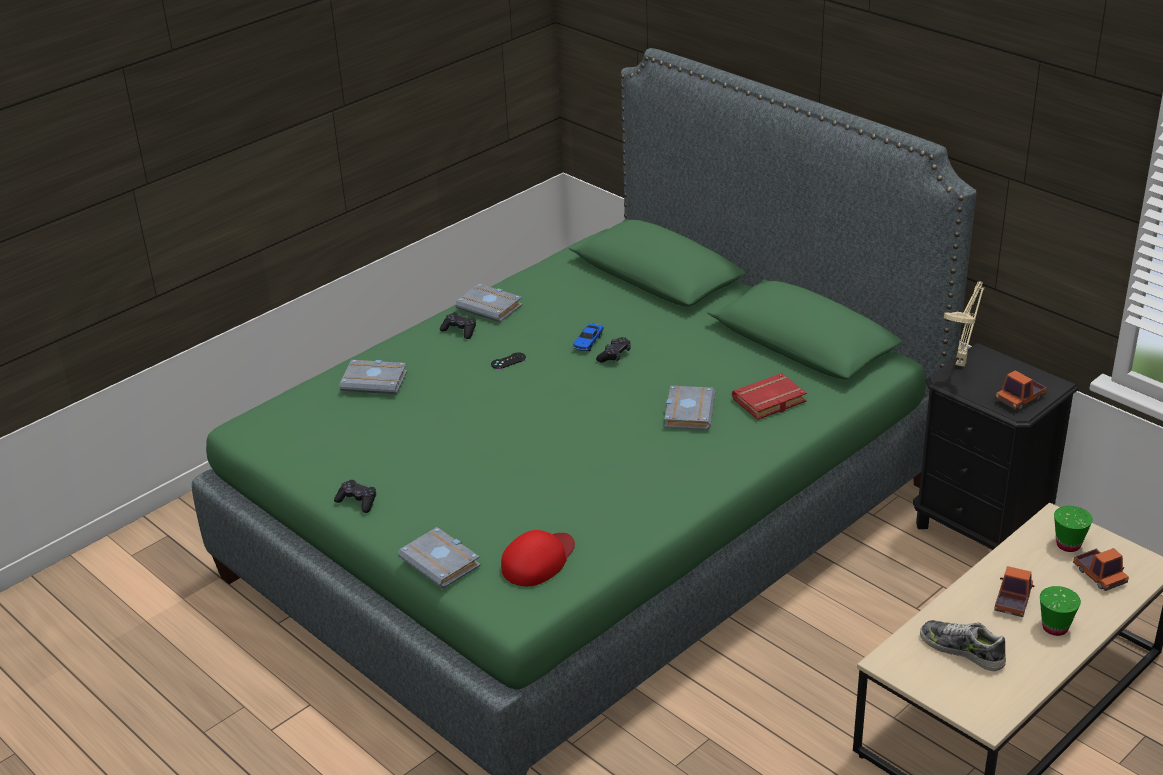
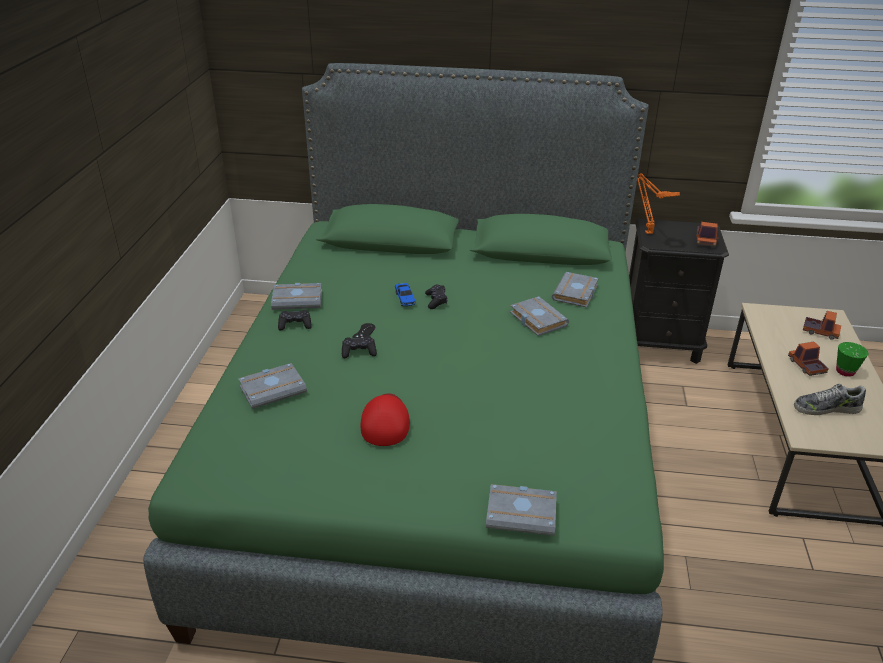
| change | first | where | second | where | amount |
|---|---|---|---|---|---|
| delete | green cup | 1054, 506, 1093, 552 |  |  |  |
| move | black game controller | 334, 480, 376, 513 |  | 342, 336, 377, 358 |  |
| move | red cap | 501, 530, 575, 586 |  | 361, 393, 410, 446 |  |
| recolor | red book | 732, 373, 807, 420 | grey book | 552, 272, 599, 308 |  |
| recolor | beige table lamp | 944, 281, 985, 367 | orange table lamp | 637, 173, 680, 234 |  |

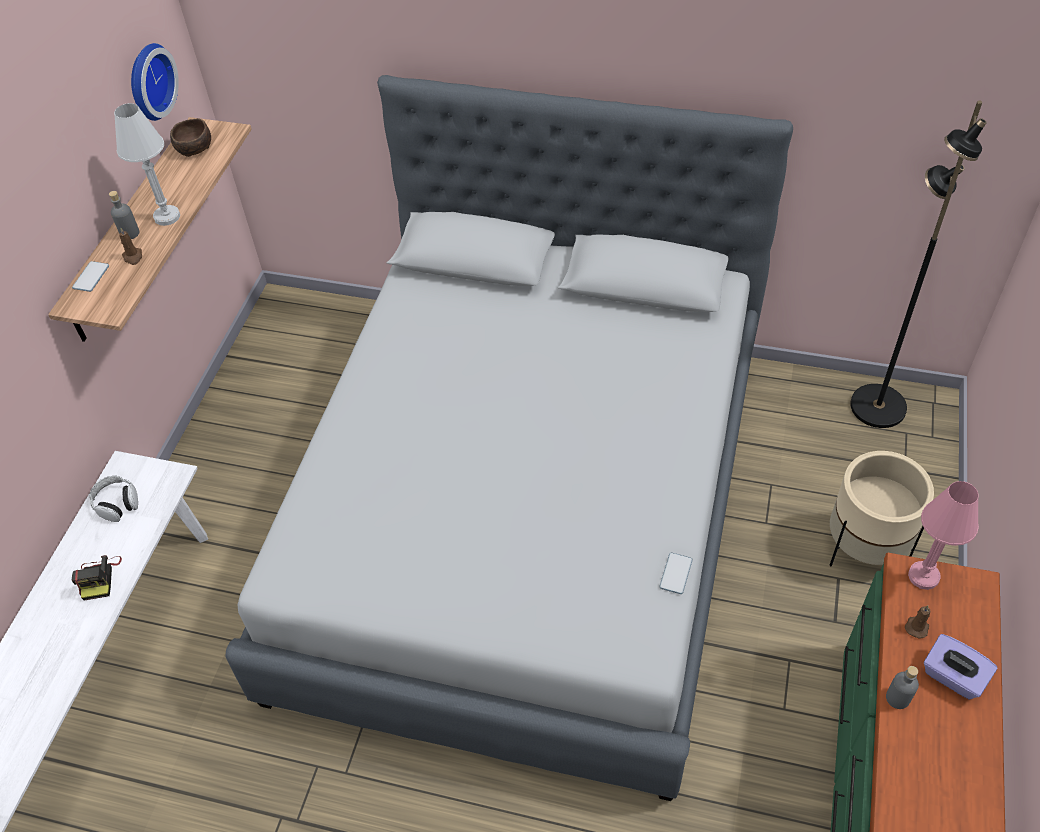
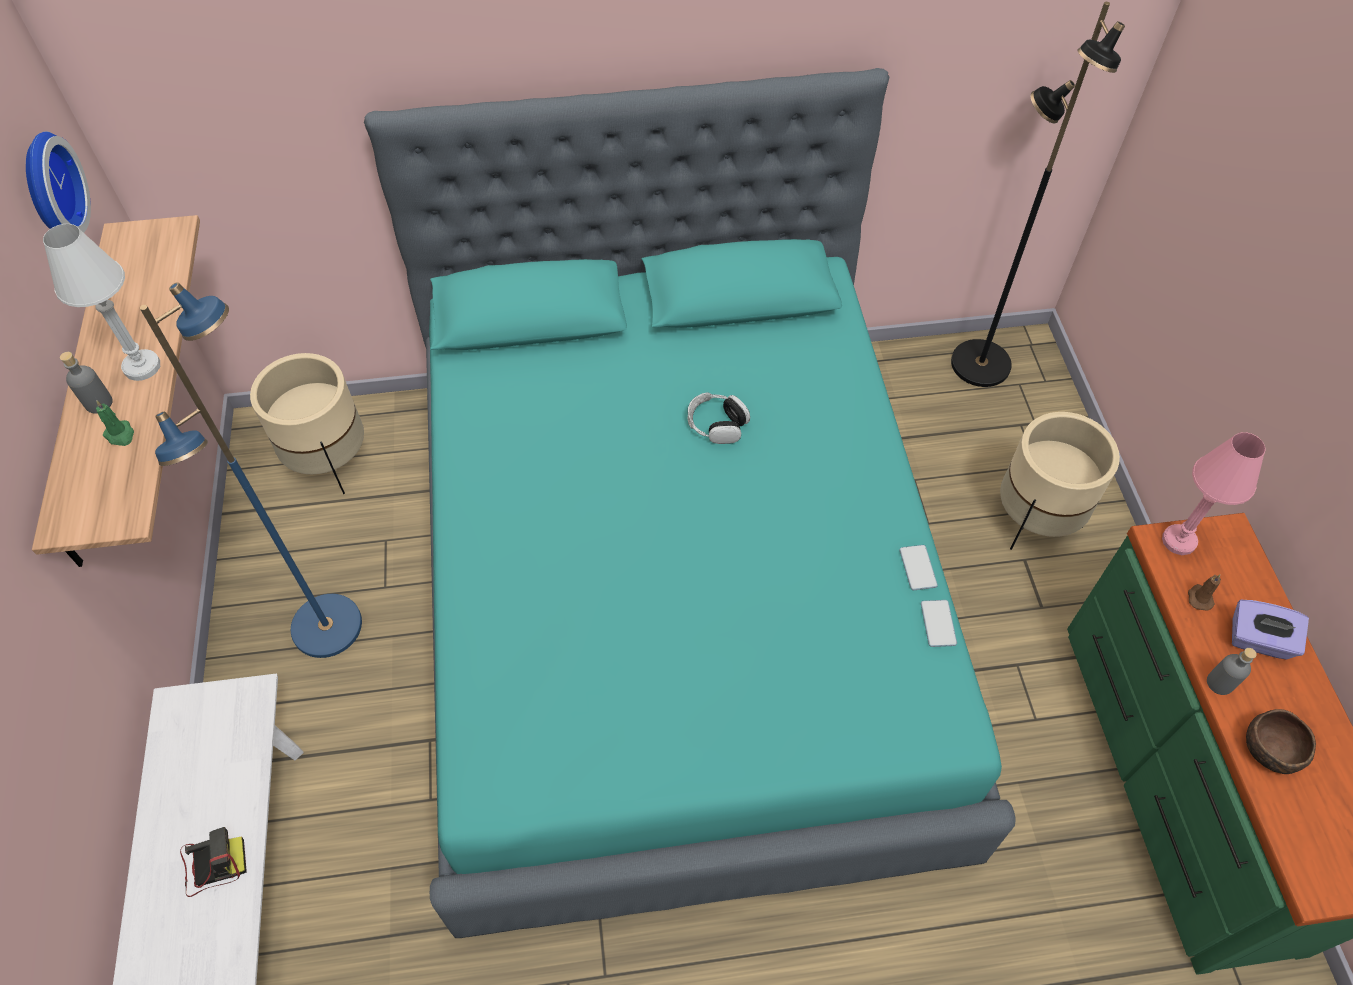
| change | first | where | second | where | amount |
|---|---|---|---|---|---|
| insert |  |  | blue floor lamp | 140, 282, 362, 658 |  |
| insert |  |  | beige planter | 250, 353, 364, 494 |  |
| move | phone | 72, 261, 109, 292 |  | 899, 545, 938, 590 |  |
| move | headphones | 89, 476, 138, 522 |  | 688, 392, 750, 444 |  |
| move | brown bowl | 170, 118, 211, 157 |  | 1246, 709, 1316, 774 |  |
| recolor | brown candle | 119, 227, 142, 265 | green candle | 96, 400, 134, 446 |  |
| recolor | grey bed | 226, 75, 793, 801 | turquoise bed | 364, 68, 1016, 938 |  |
| rotate | photo camera | 71, 555, 122, 600 |  | 180, 827, 247, 897 | 75 degrees counterclockwise |

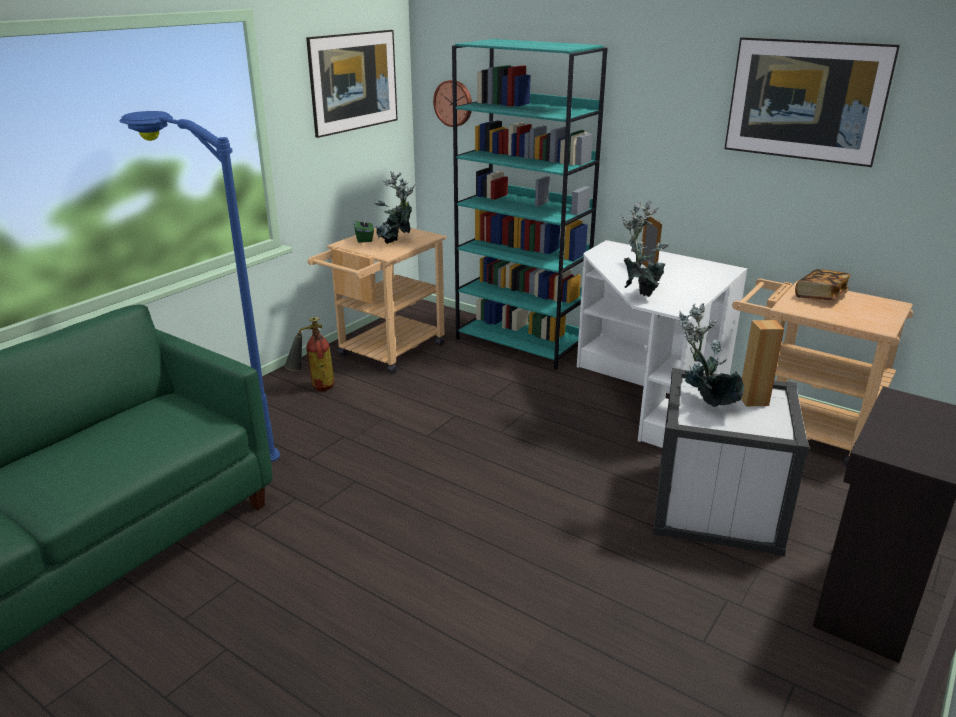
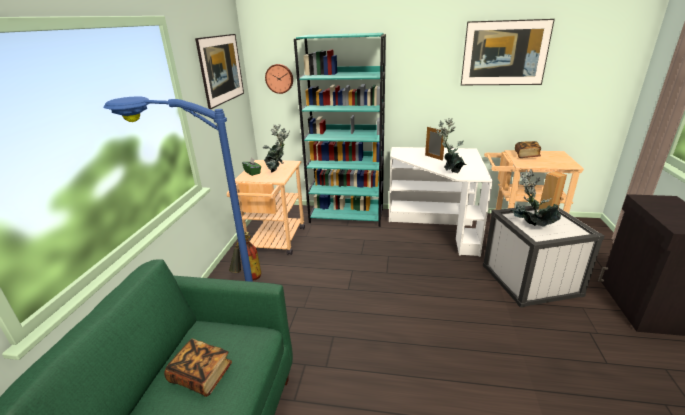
| change | first | where | second | where | amount |
|---|---|---|---|---|---|
| insert |  |  | book | 164, 339, 232, 397 |  |

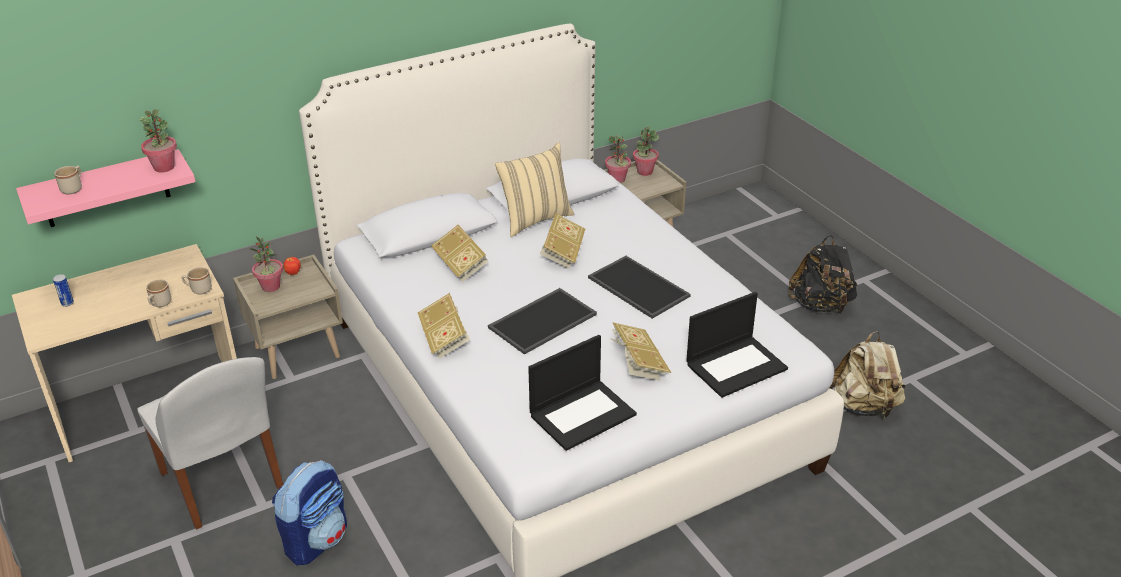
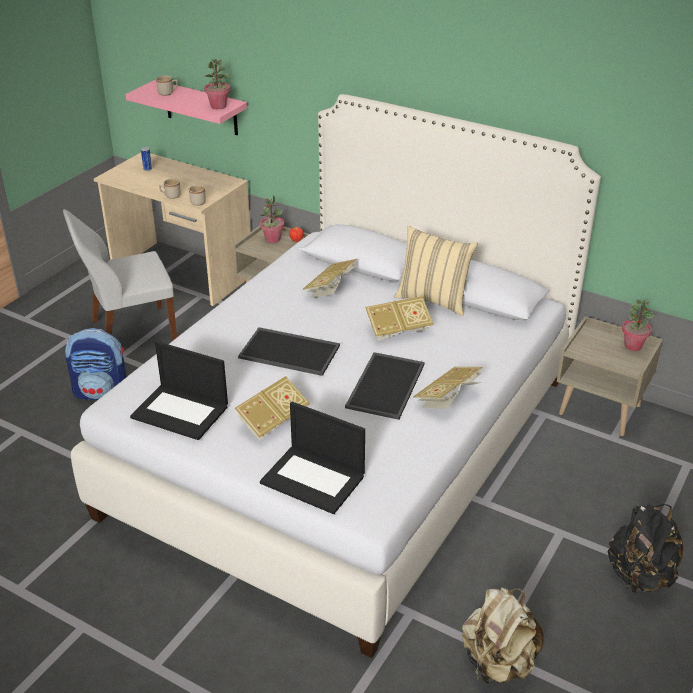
| change | first | where | second | where | amount |
|---|---|---|---|---|---|
| delete | potted plant | 605, 135, 631, 183 |  |  |  |
| move | book | 418, 293, 471, 359 |  | 413, 367, 483, 409 |  |
| rotate | white chair | 137, 357, 283, 529 |  | 63, 209, 177, 341 | 45 degrees clockwise |

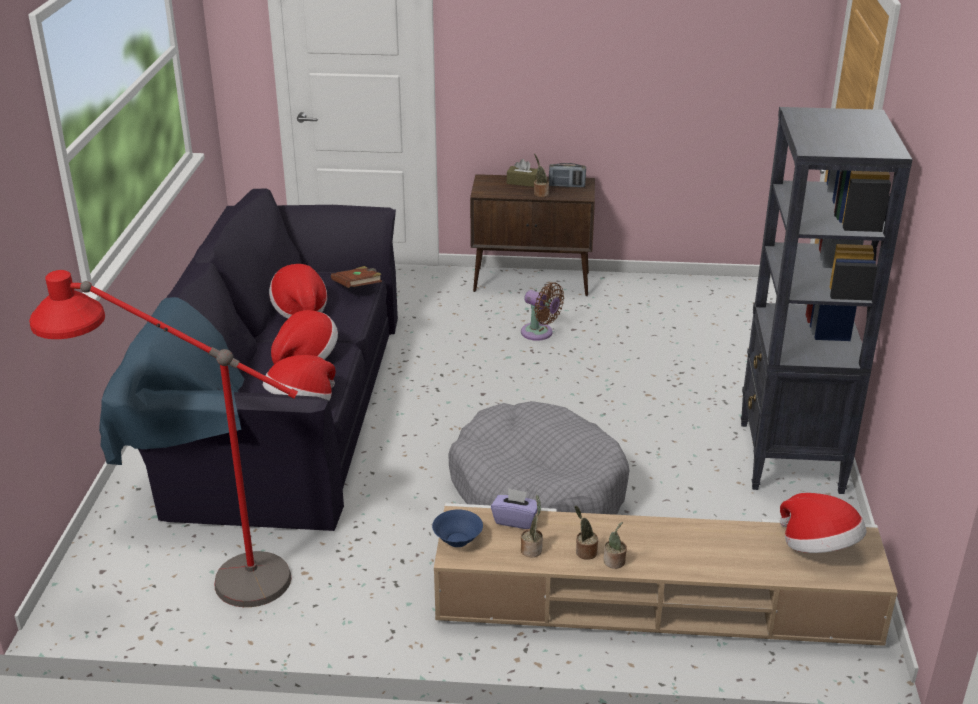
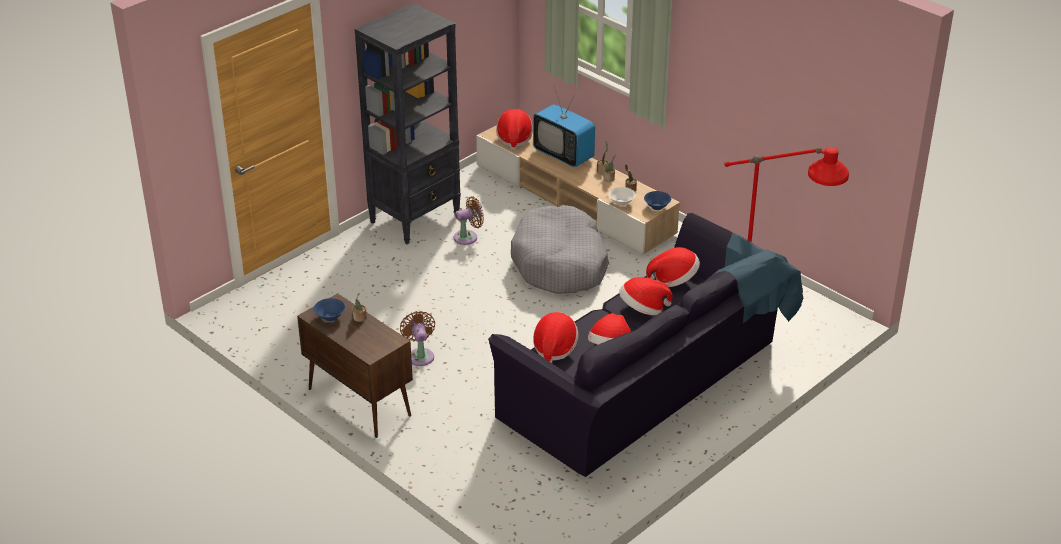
| change | first | where | second | where | amount |
|---|---|---|---|---|---|
| delete | brown tissue box | 507, 159, 537, 187 |  |  |  |
| insert |  |  | brown fan | 454, 196, 484, 245 |  |
| insert |  |  | television | 533, 87, 595, 167 |  |
| replace | brown book | 331, 266, 382, 288 | hat | 533, 312, 578, 363 |  |
| replace | purple tissue box | 491, 488, 538, 529 | white bowl | 608, 187, 636, 206 |  |
| replace | radio | 549, 163, 586, 188 | blue bowl | 314, 298, 345, 321 |  |

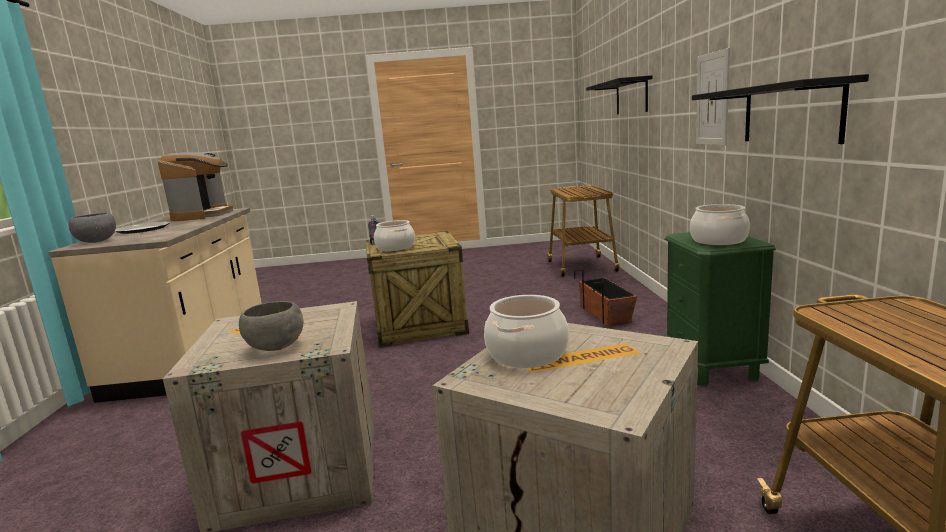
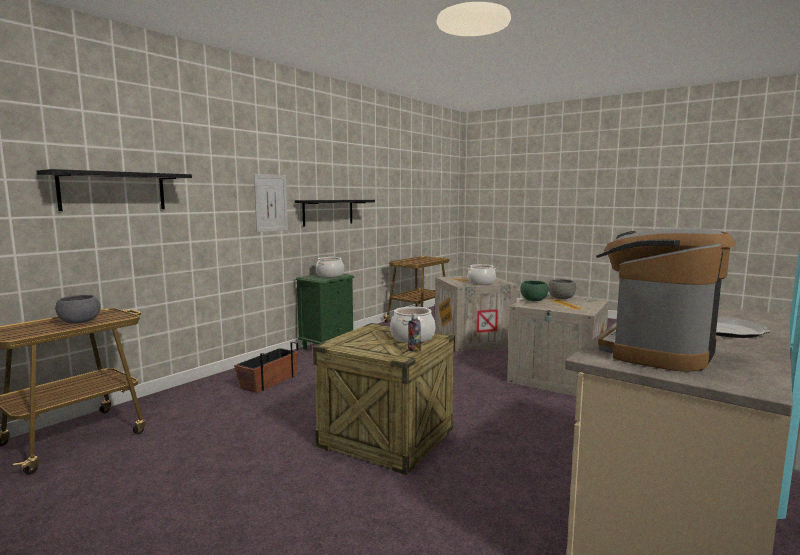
| change | first | where | second | where | amount |
|---|---|---|---|---|---|
| insert |  |  | green bowl | 521, 281, 548, 301 |  |
| move | grey bowl | 69, 213, 116, 243 |  | 55, 295, 100, 324 |  |

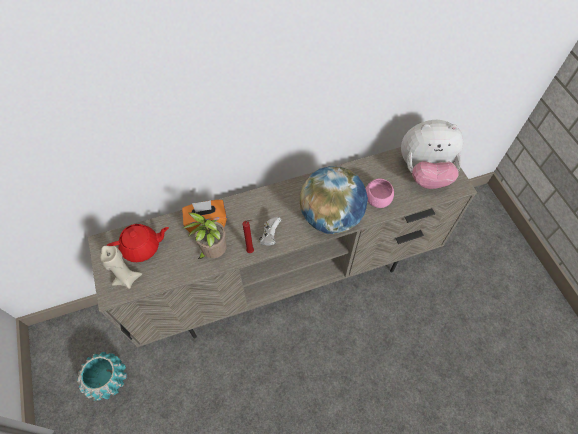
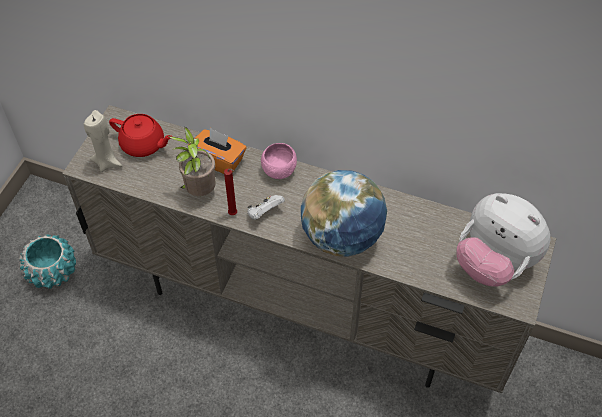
| change | first | where | second | where | amount |
|---|---|---|---|---|---|
| move | pink bowl | 366, 178, 394, 208 |  | 261, 143, 297, 179 |  |

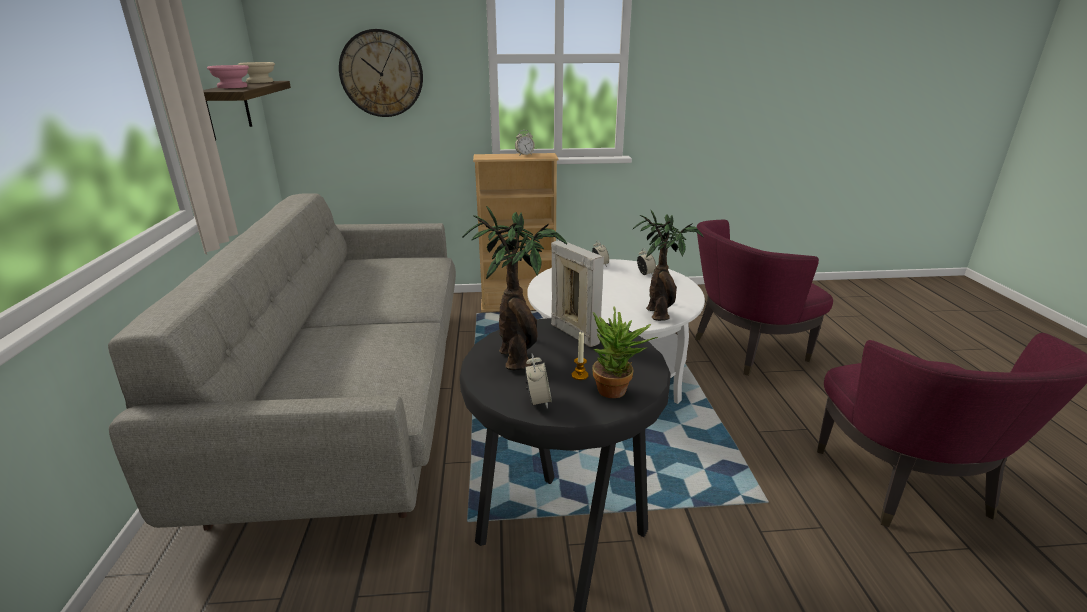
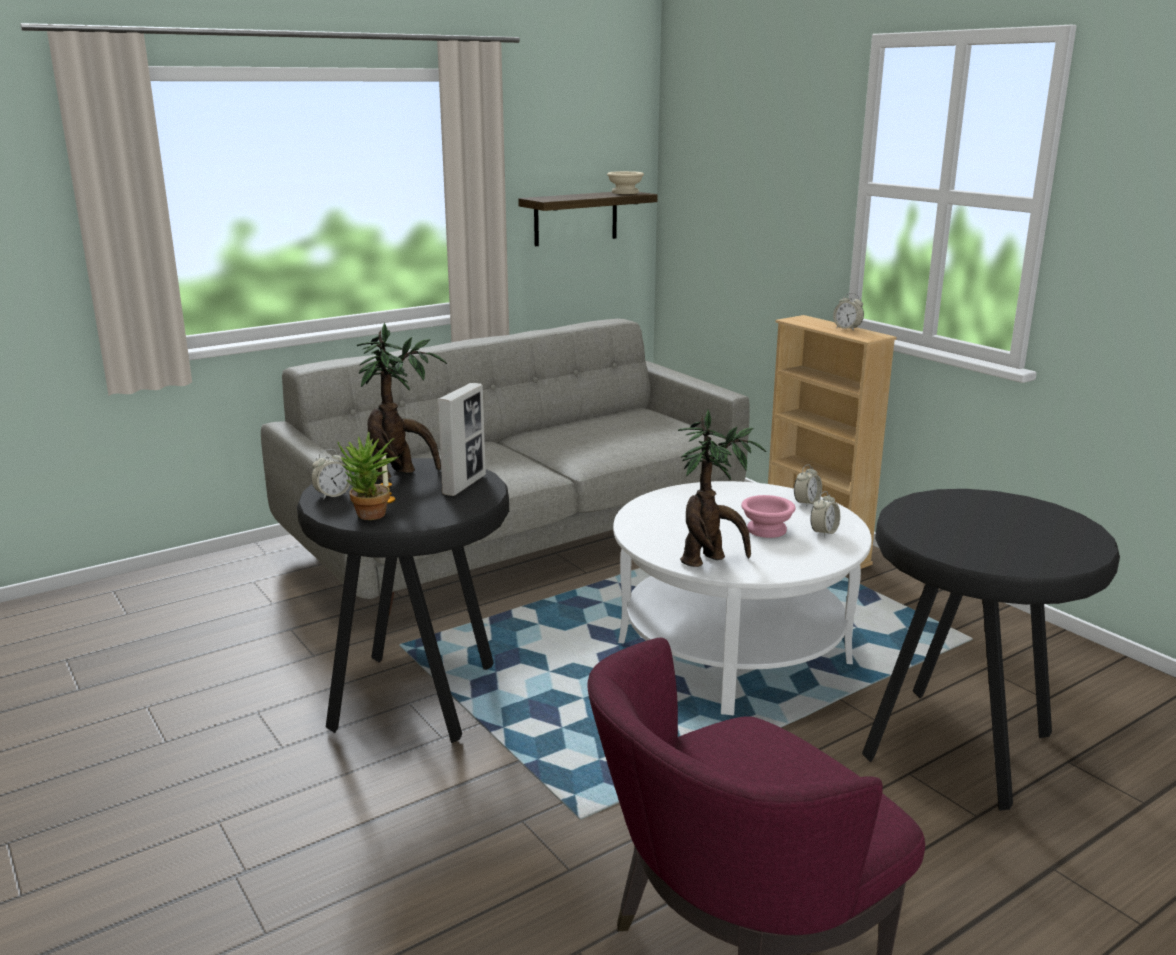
| change | first | where | second | where | amount |
|---|---|---|---|---|---|
| delete | wall clock | 339, 29, 423, 117 |  |  |  |
| move | pink bowl | 207, 65, 249, 88 |  | 741, 495, 796, 538 |  |
| replace | purple armchair | 695, 220, 833, 376 | black stool | 862, 489, 1120, 811 |  |

